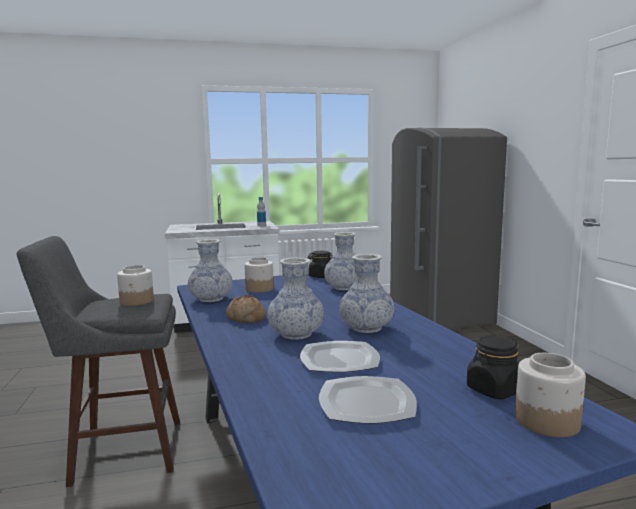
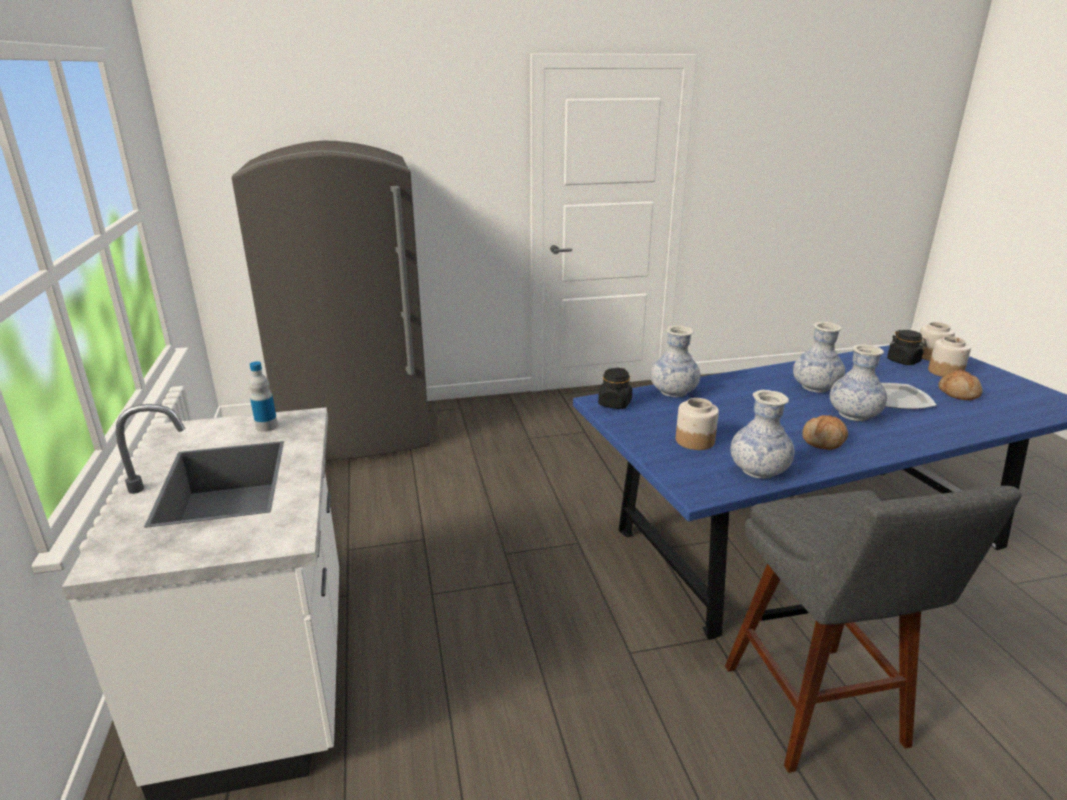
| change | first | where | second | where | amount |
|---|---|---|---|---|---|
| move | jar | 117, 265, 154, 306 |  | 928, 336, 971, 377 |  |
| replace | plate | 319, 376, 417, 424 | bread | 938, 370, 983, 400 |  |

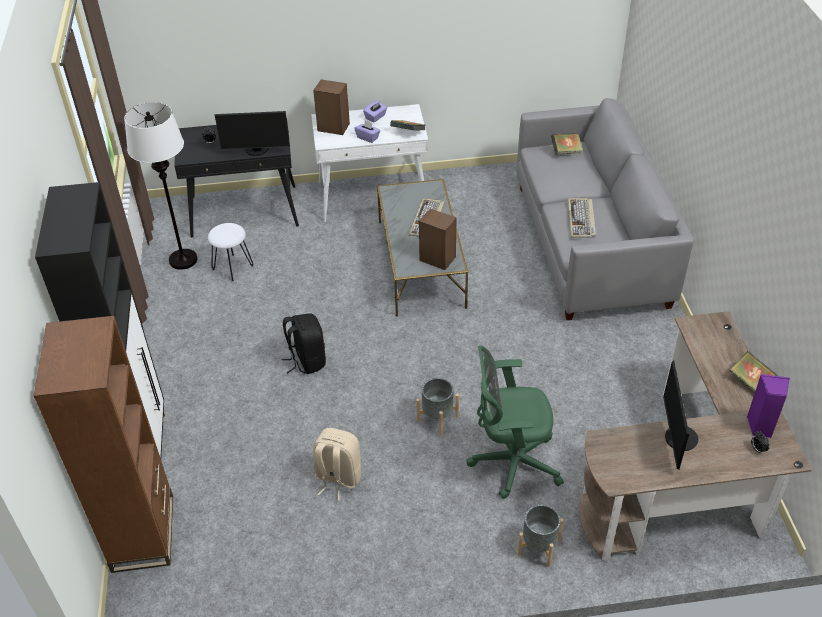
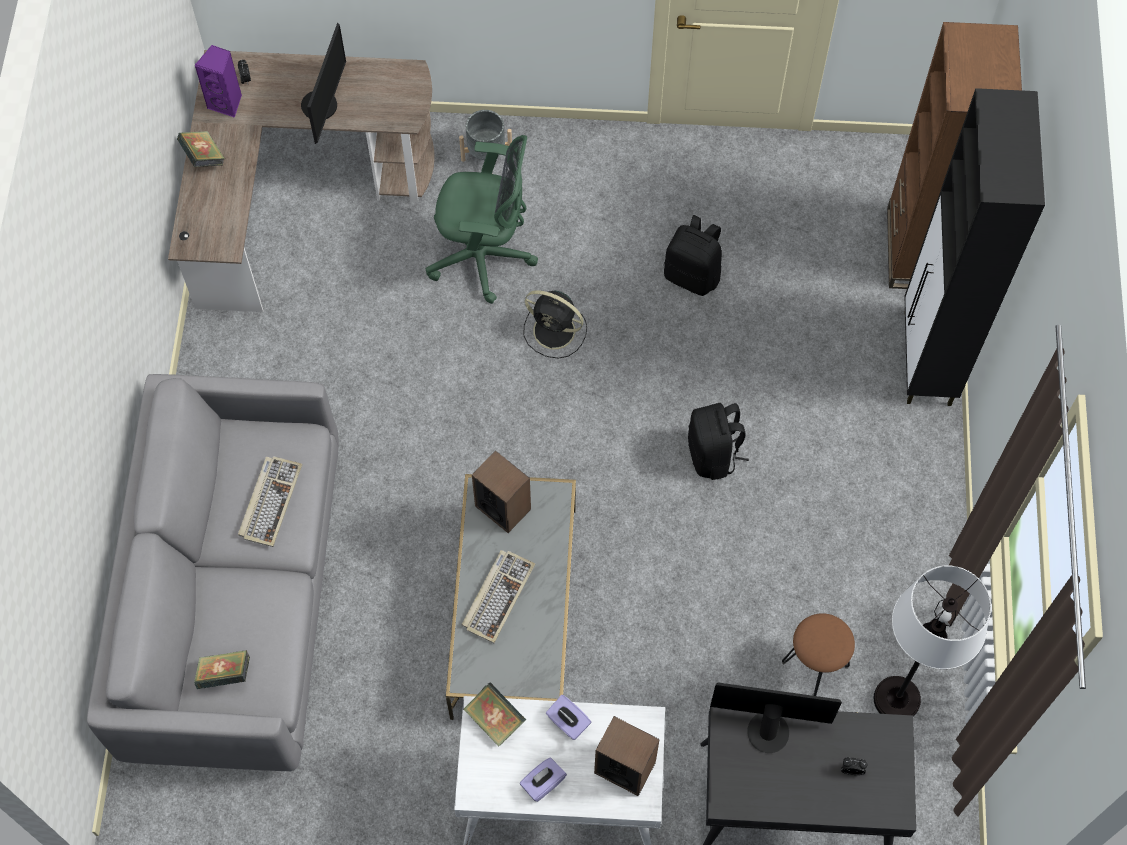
| change | first | where | second | where | amount |
|---|---|---|---|---|---|
| replace | grey planter | 416, 378, 459, 435 | black fan | 523, 290, 587, 359 |  |
| recolor | white stool | 208, 223, 254, 282 | brown stool | 782, 613, 855, 696 |  |
| recolor | beige backpack | 313, 428, 361, 500 | black backpack | 664, 215, 722, 296 |  |

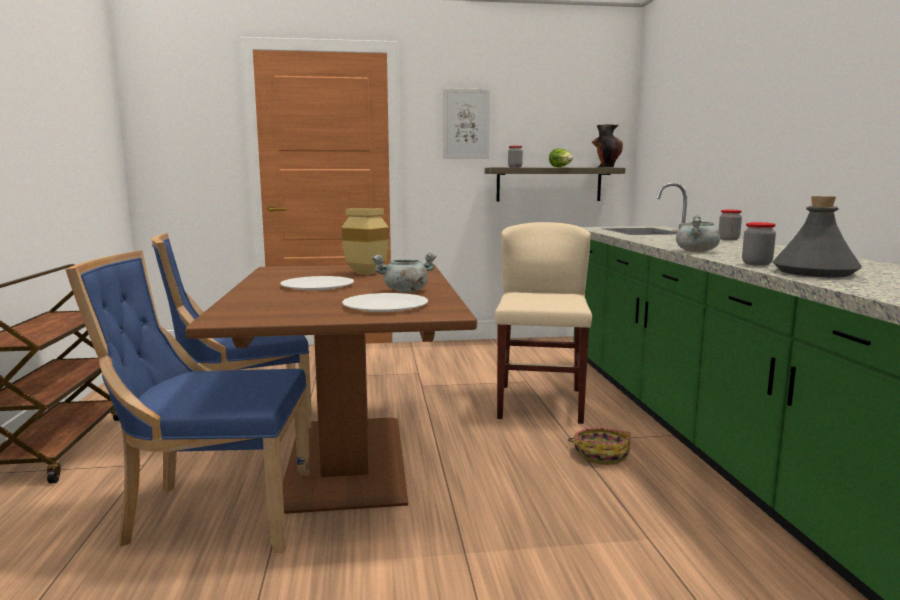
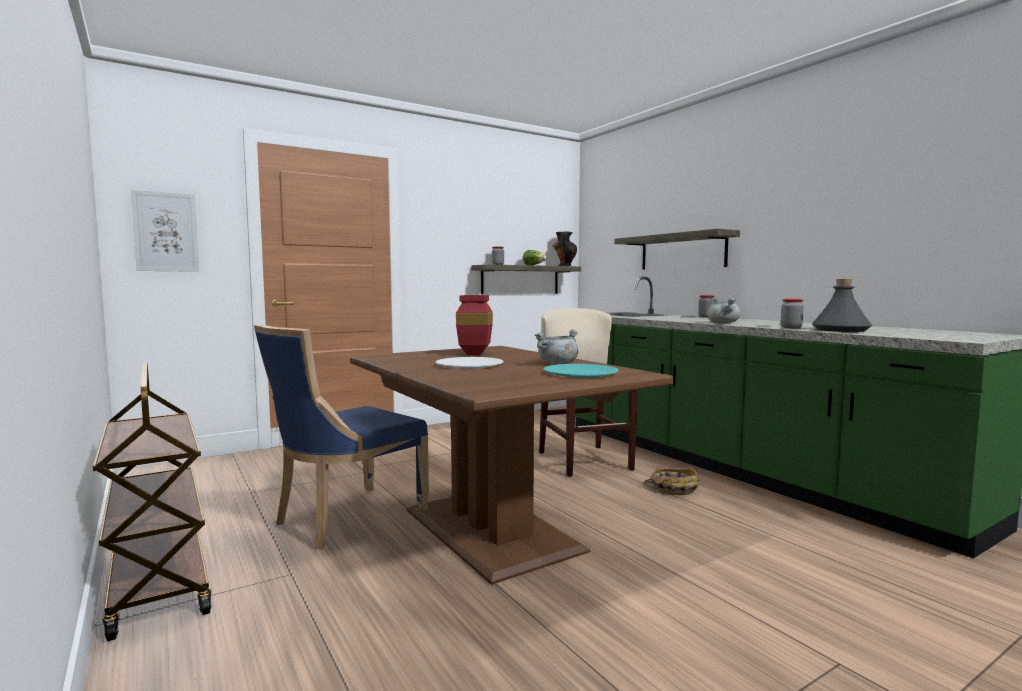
| change | first | where | second | where | amount |
|---|---|---|---|---|---|
| delete | blue chair | 66, 251, 309, 553 |  |  |  |
| insert |  |  | shelf | 614, 229, 740, 269 |  |
| move | picture | 443, 88, 490, 159 |  | 131, 190, 199, 272 |  |
| recolor | beige vase | 341, 208, 389, 275 | red vase | 456, 295, 493, 356 |  |
| recolor | white plate | 342, 293, 428, 312 | turquoise plate | 543, 364, 618, 378 |  |

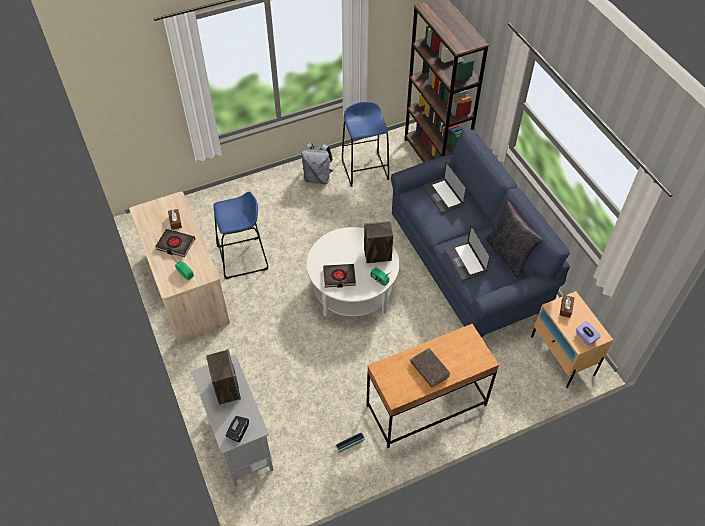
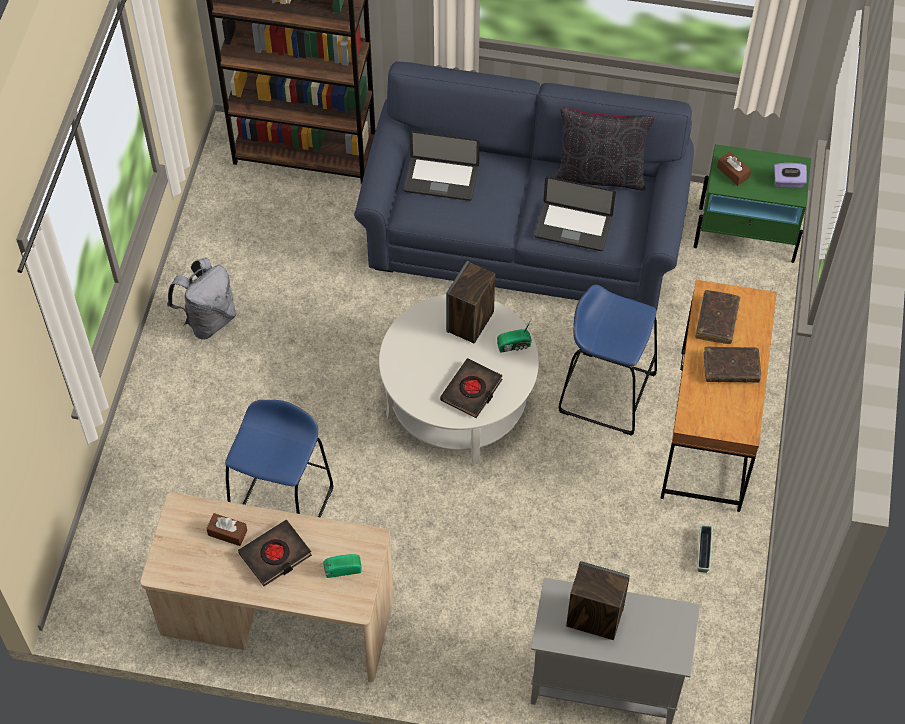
| change | first | where | second | where | amount |
|---|---|---|---|---|---|
| delete | black tissue box | 226, 416, 249, 442 |  |  |  |
| insert |  |  | brown book | 695, 290, 740, 344 |  |
| move | blue stool | 342, 102, 389, 187 |  | 558, 285, 657, 436 |  |
| recolor | beige nightstand | 531, 291, 613, 388 | green nightstand | 693, 144, 811, 263 |  |

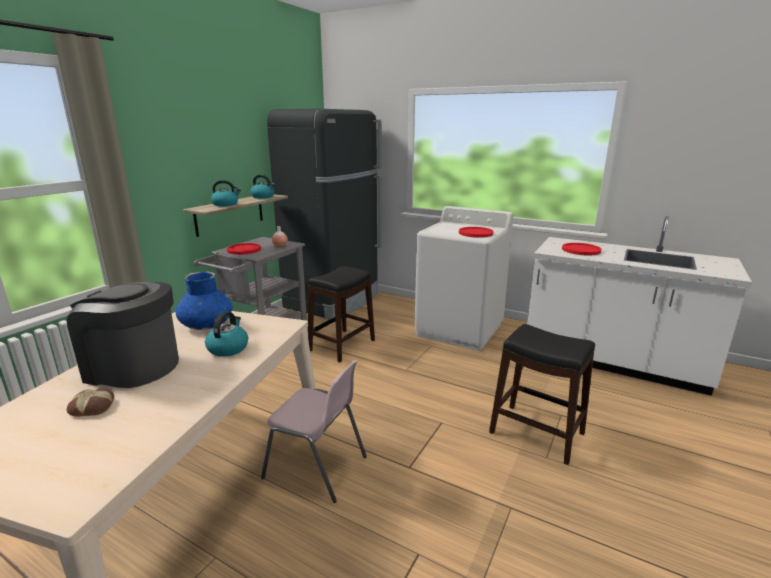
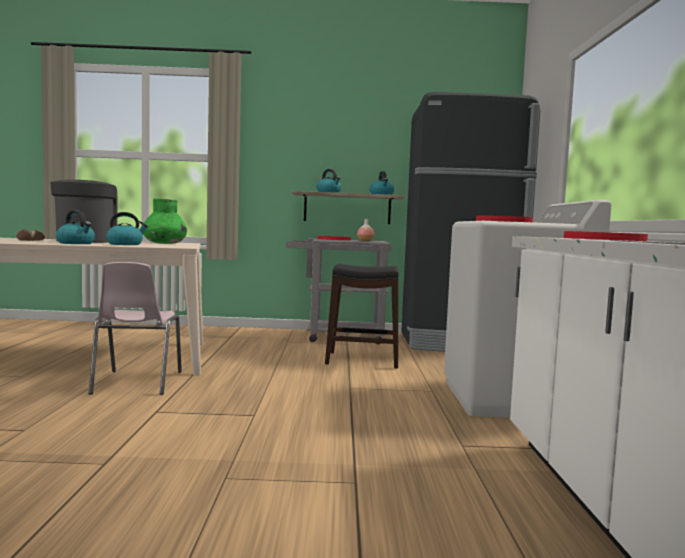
| change | first | where | second | where | amount |
|---|---|---|---|---|---|
| delete | black stool | 489, 324, 595, 465 |  |  |  |
| insert |  |  | kettle | 56, 210, 95, 244 |  |
| recolor | blue vase | 175, 271, 232, 330 | green vase | 143, 198, 187, 244 |  |

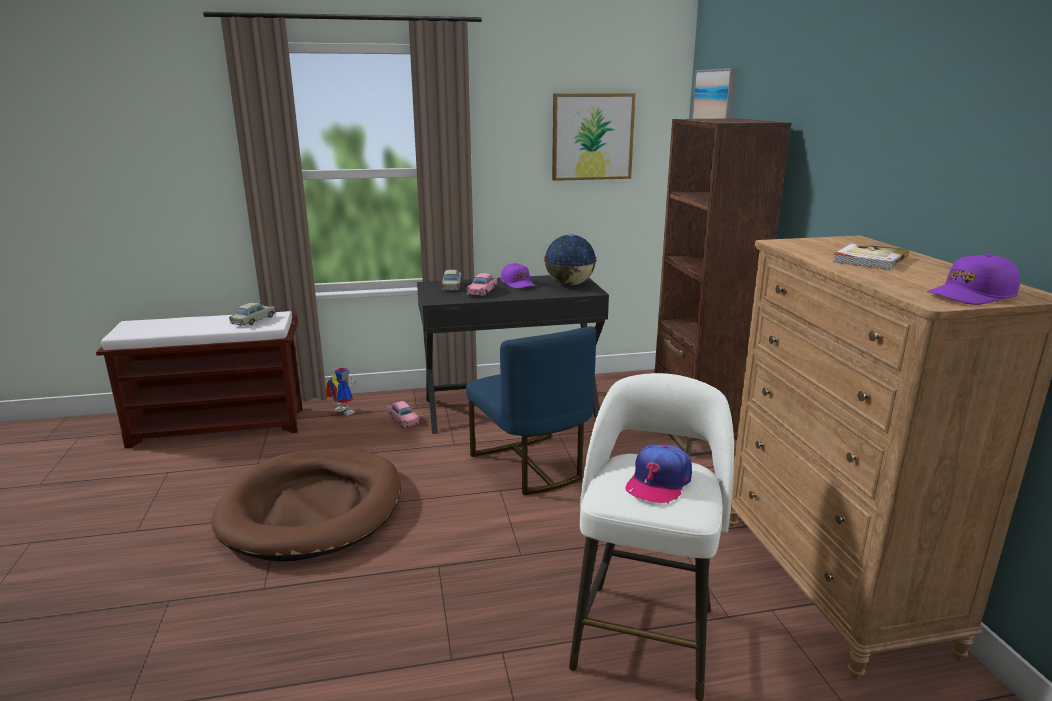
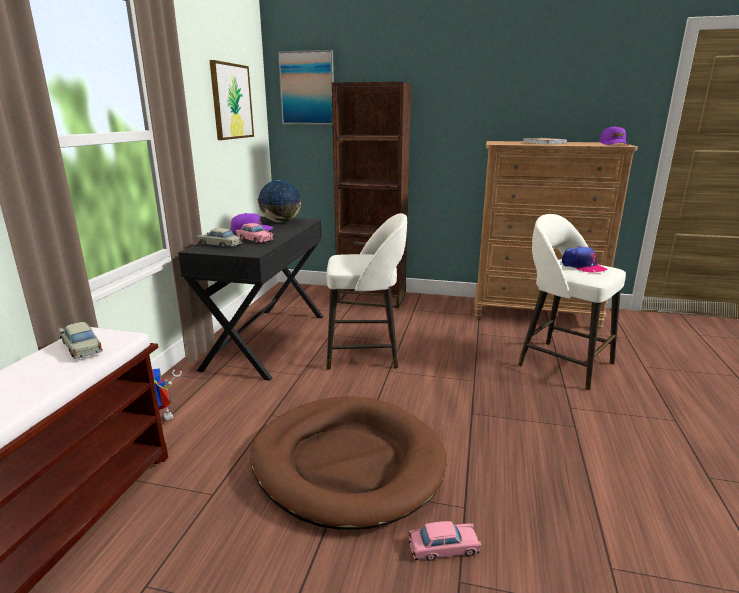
| change | first | where | second | where | amount |
|---|---|---|---|---|---|
| move | pink toy car | 388, 401, 420, 427 |  | 408, 521, 481, 561 |  |
| replace | blue chair | 466, 326, 596, 495 | white stool | 326, 213, 407, 370 |  |

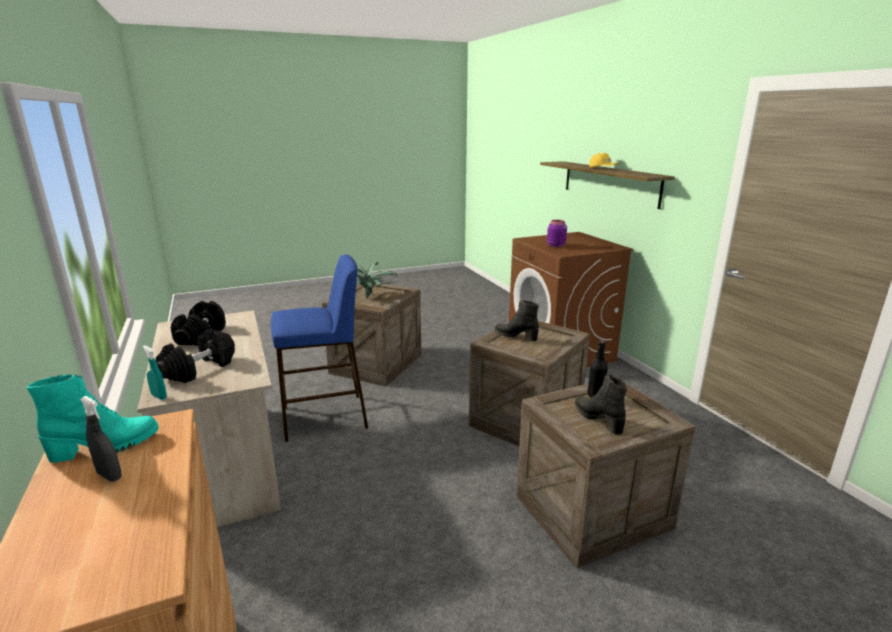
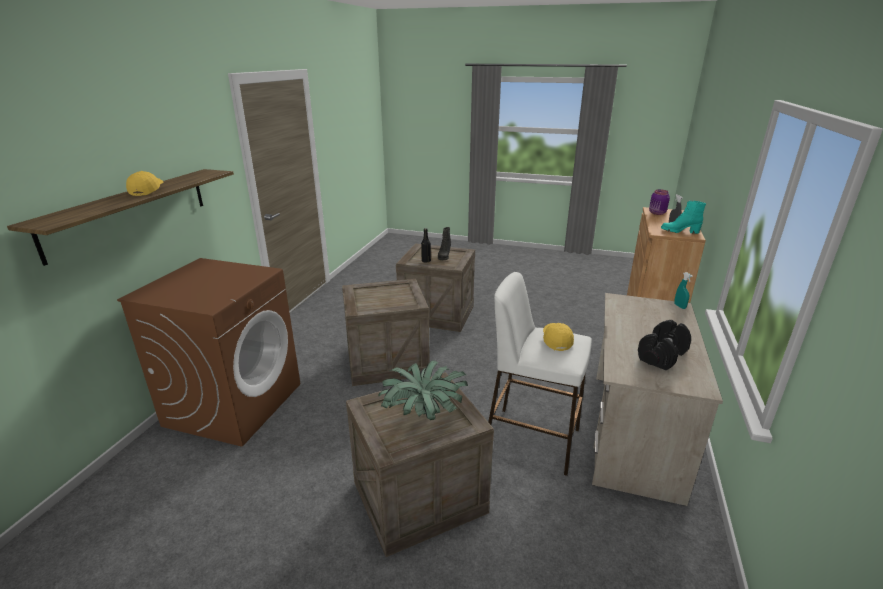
| change | first | where | second | where | amount |
|---|---|---|---|---|---|
| delete | black dumbbell | 155, 329, 235, 383 |  |  |  |
| delete | black boot | 495, 300, 539, 341 |  |  |  |
| insert |  |  | yellow cap | 543, 323, 574, 351 |  |
| move | purple jar | 547, 220, 567, 248 |  | 649, 189, 670, 215 |  |
| recolor | blue stool | 271, 254, 368, 442 | white stool | 488, 272, 592, 476 |  |

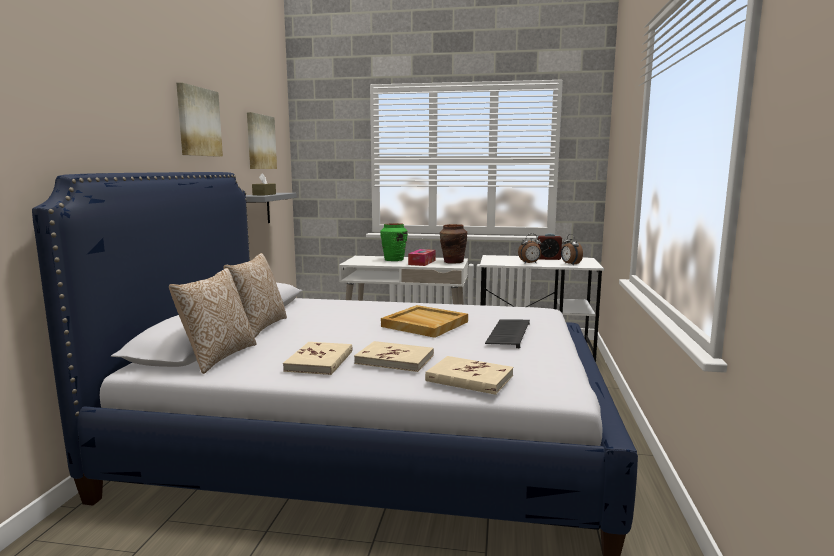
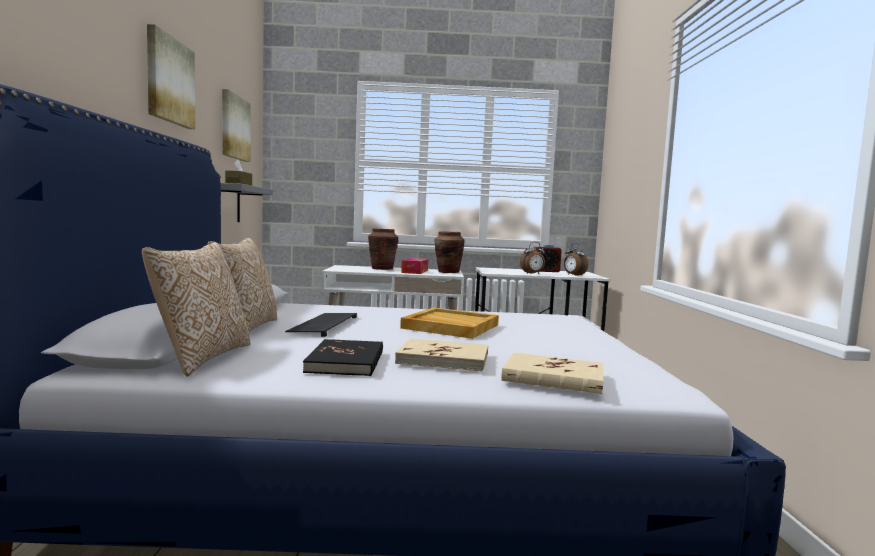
| change | first | where | second | where | amount |
|---|---|---|---|---|---|
| move | keyboard | 485, 319, 530, 348 |  | 285, 313, 357, 337 |  |
| recolor | beige book | 283, 342, 353, 375 | black book | 303, 339, 383, 376 |  |
| recolor | green vase | 380, 223, 408, 261 | brown vase | 368, 228, 399, 270 |  |

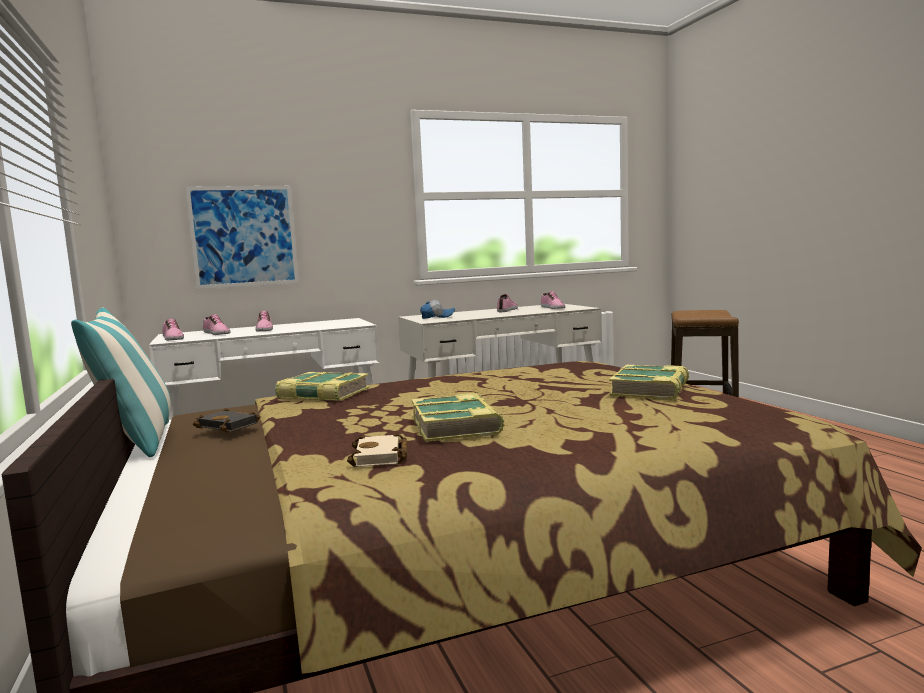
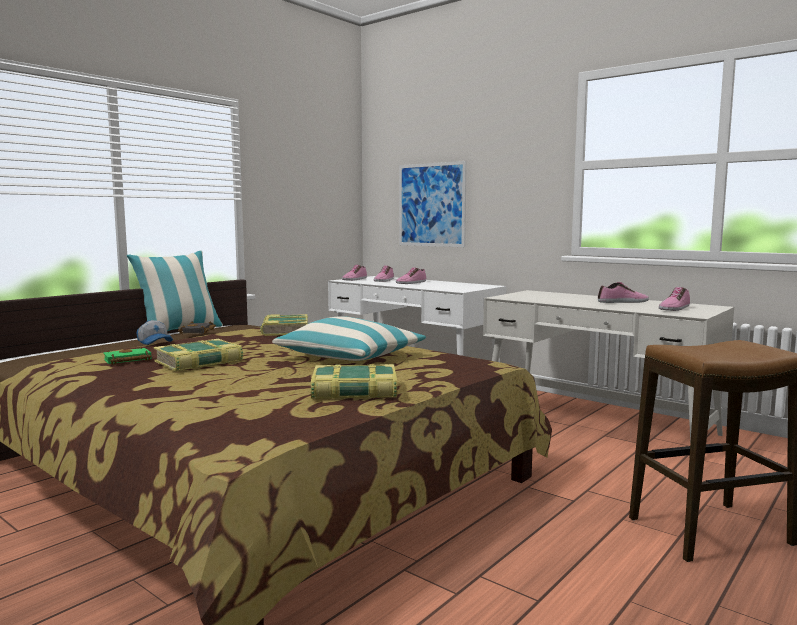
| change | first | where | second | where | amount |
|---|---|---|---|---|---|
| insert |  |  | pillow | 272, 316, 426, 361 |  |
| move | cap | 420, 300, 455, 319 |  | 137, 320, 173, 345 |  |
| recolor | beige book | 347, 433, 408, 467 | green book | 103, 347, 152, 365 |  |

